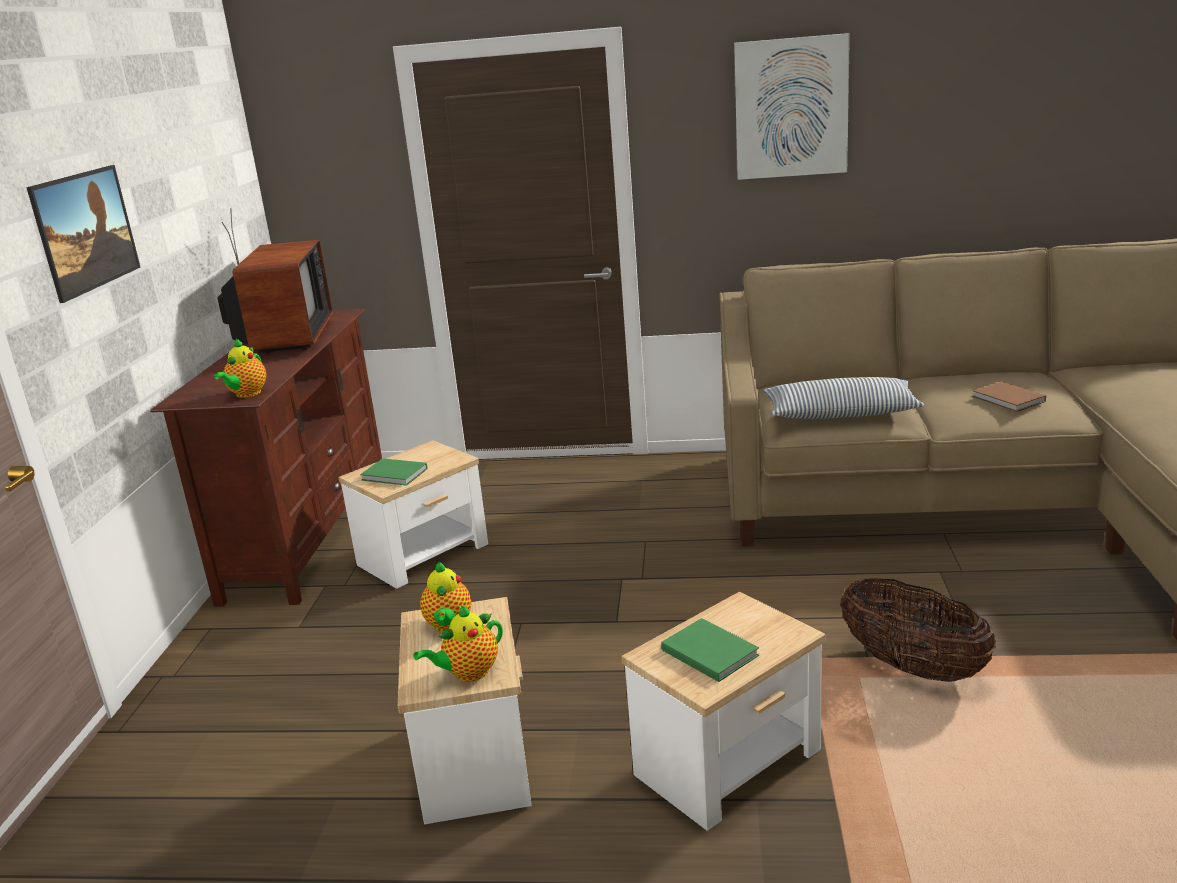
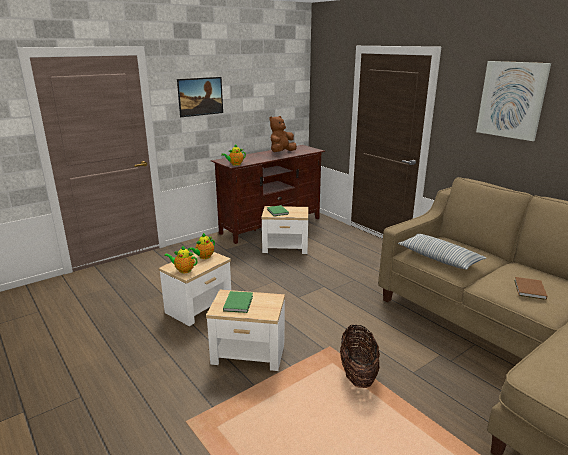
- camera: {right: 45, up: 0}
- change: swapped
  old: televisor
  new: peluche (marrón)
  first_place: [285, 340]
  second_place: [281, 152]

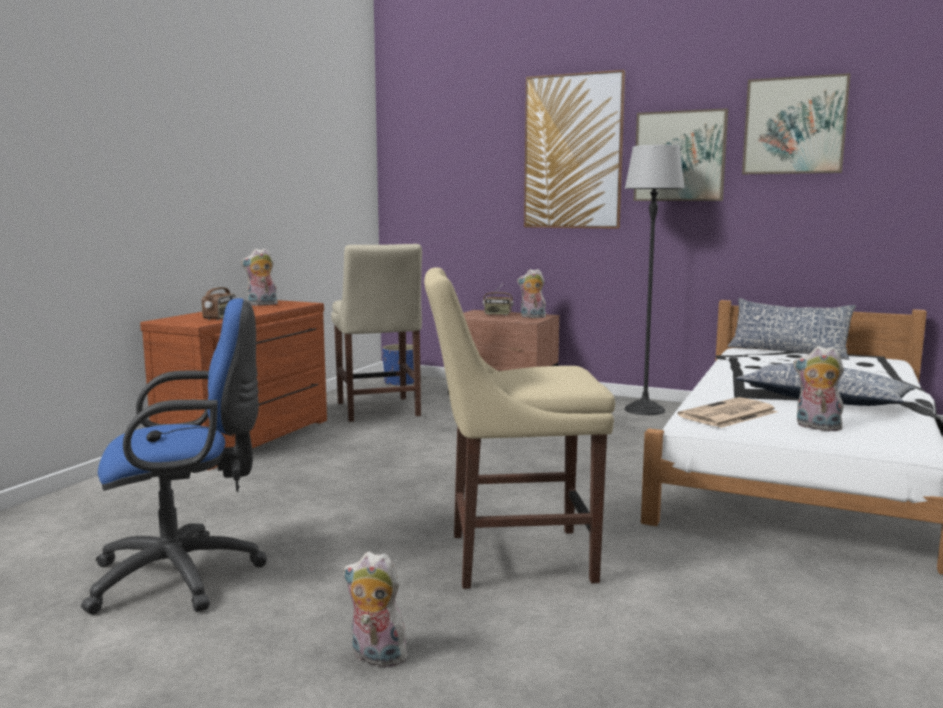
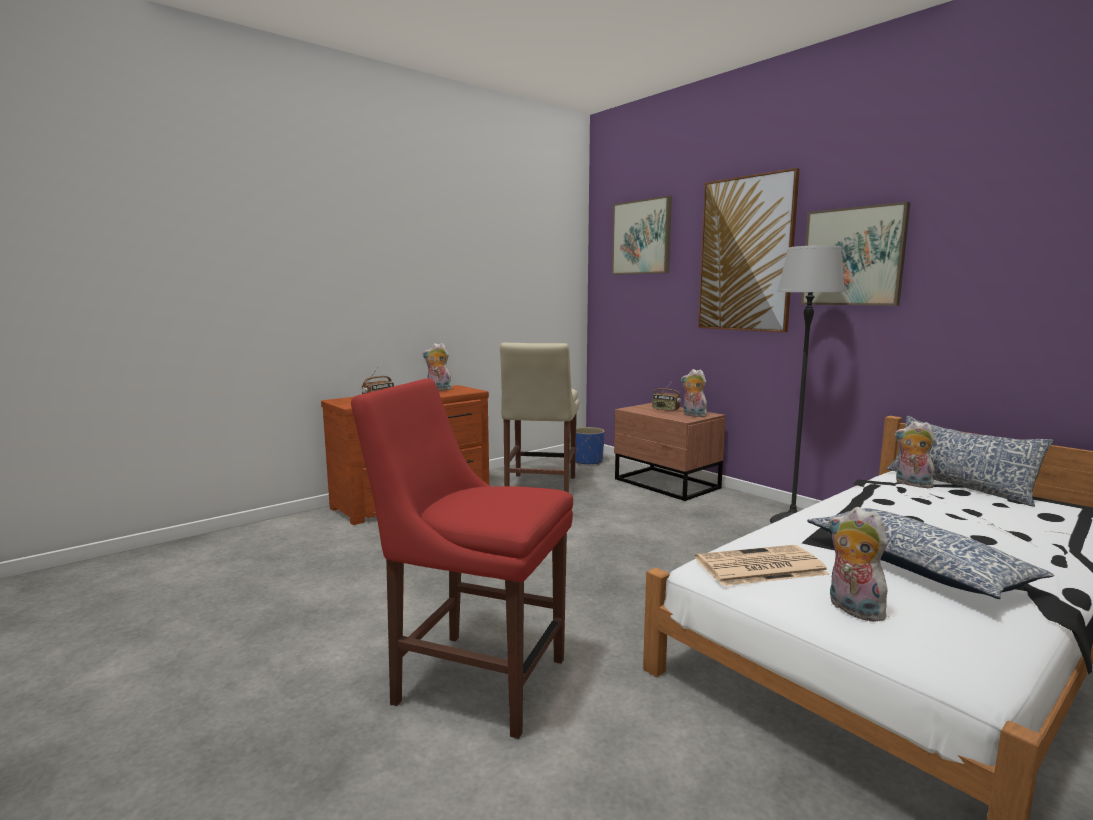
- camera: {right: 25, up: 0}
- change: gone
  old: silla de oficina (azul)
  first_place: [185, 576]
- change: shifted
  old: peluche
  first_place: [375, 657]
  second_place: [911, 484]
- change: shifted
  old: cuadro
  first_place: [794, 126]
  second_place: [642, 237]
- change: repainted
  old: silla (beis)
  new: silla (rojo)
  first_place: [512, 557]
  second_place: [473, 678]

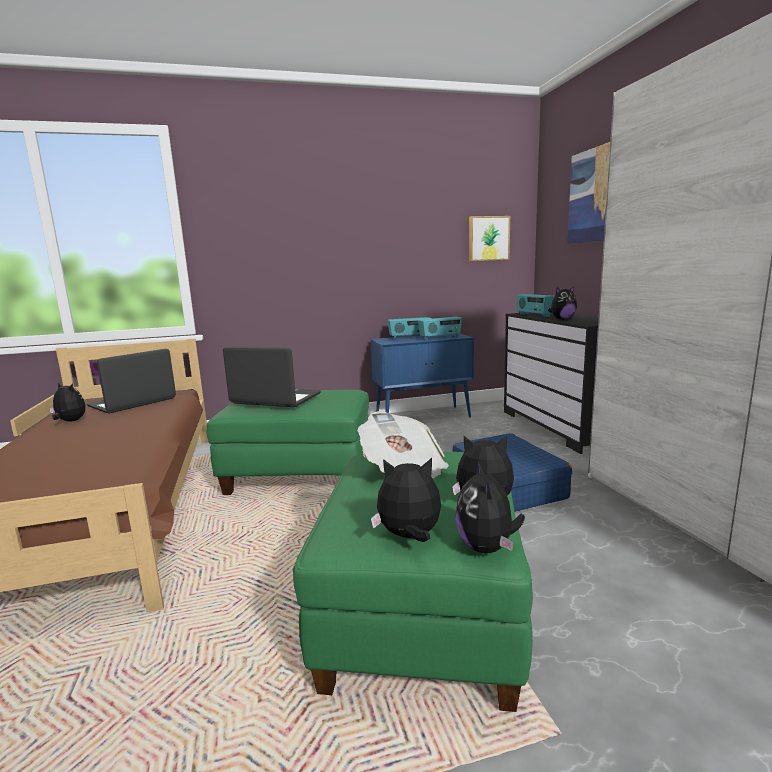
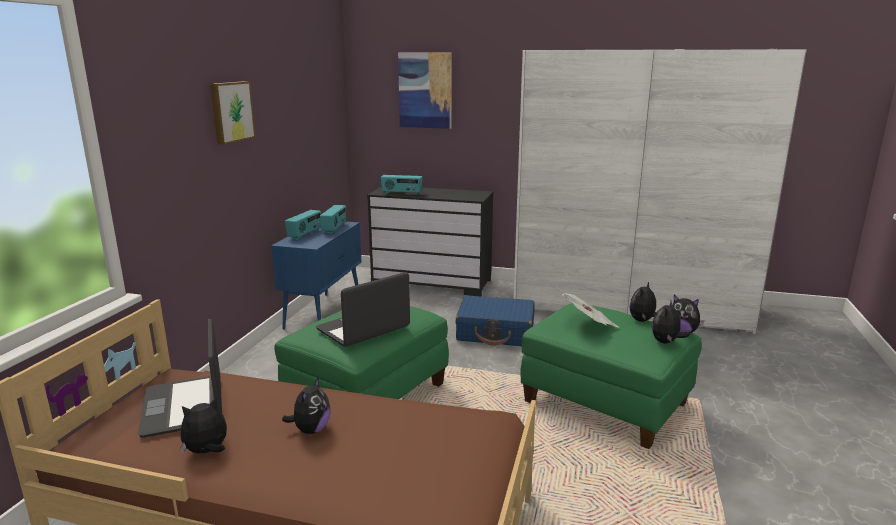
- camera: {right: -60, up: 5}
- change: shifted
  old: cuadro
  first_place: [488, 238]
  second_place: [231, 111]
- change: shifted
  old: peluche
  first_place: [562, 319]
  second_place: [311, 430]

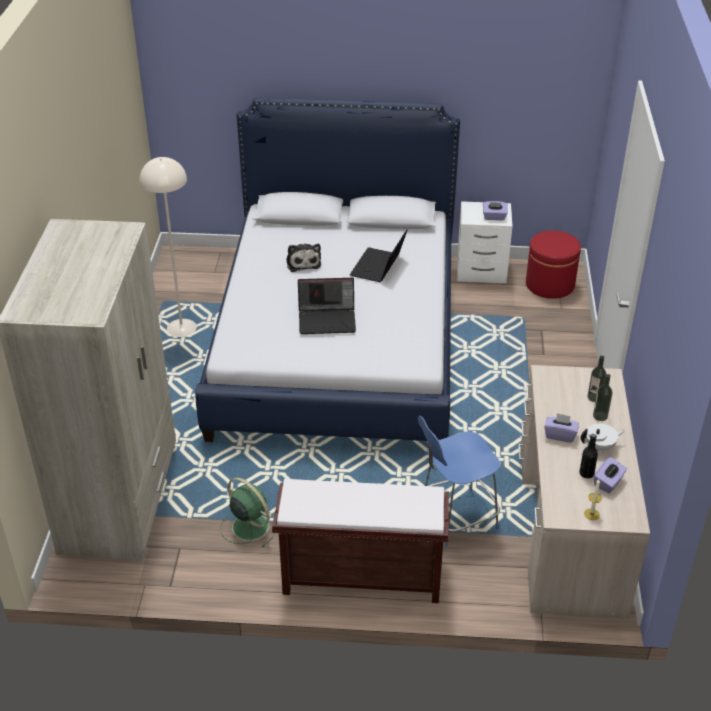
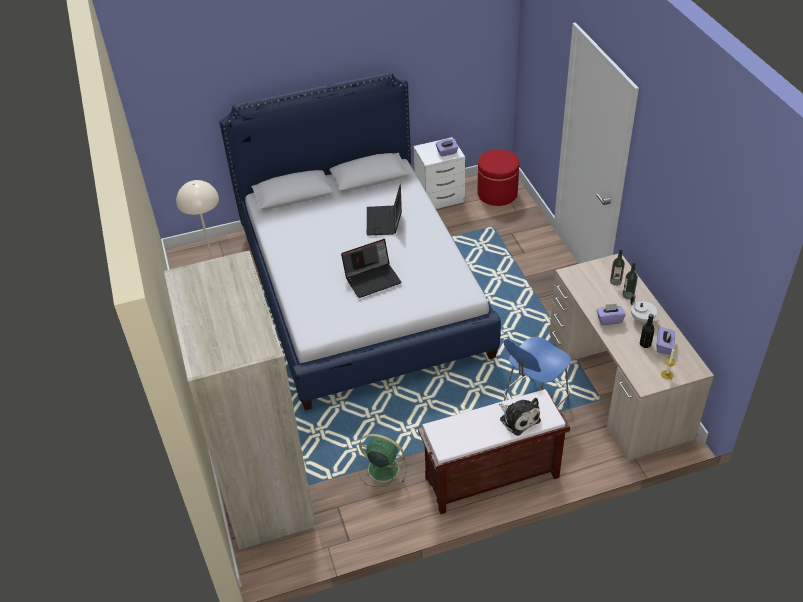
- camera: {right: -20, up: 5}
- change: shifted
  old: peluche
  first_place: [303, 262]
  second_place: [518, 418]
- change: rotated
  old: tetera (blanco)
  first_place: [600, 446]
  second_place: [642, 319]
  degrees: 90

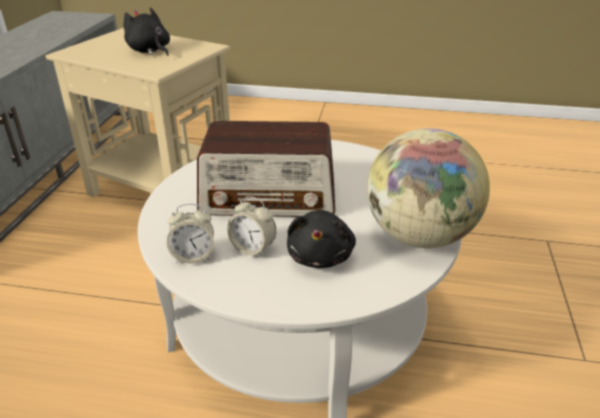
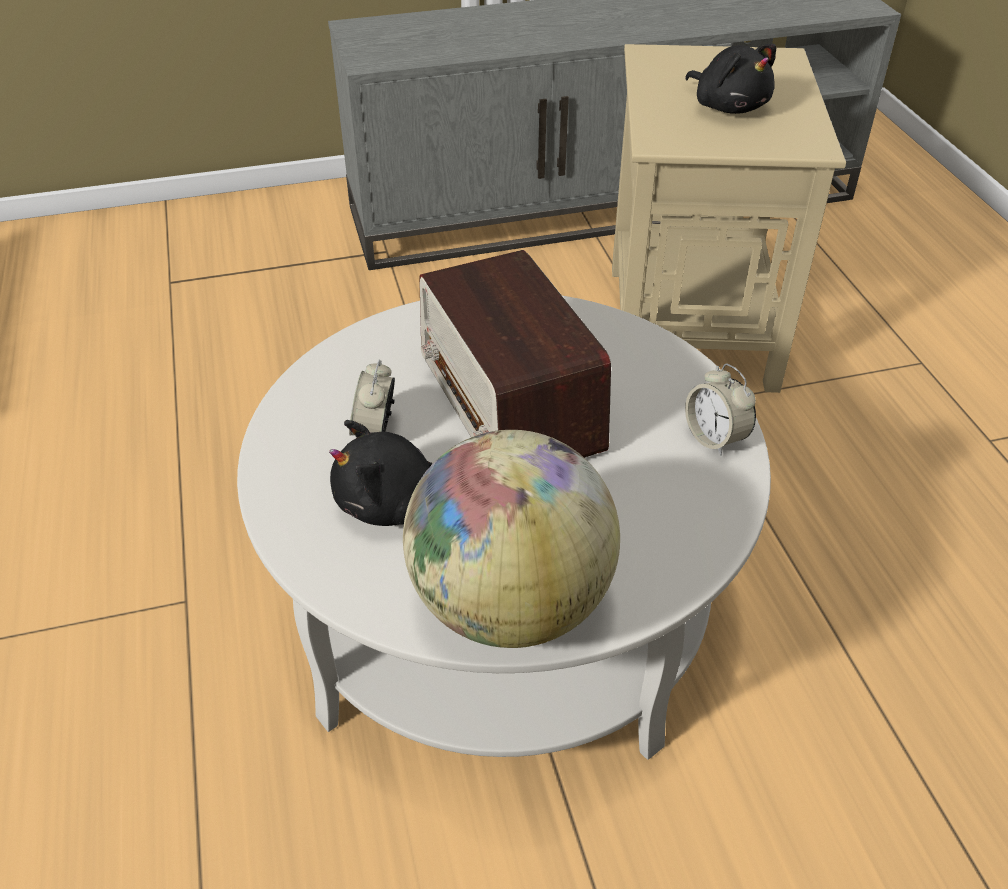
- camera: {right: 65, up: 10}
- change: shifted
  old: despertador
  first_place: [193, 256]
  second_place: [715, 438]
- change: rotated
  old: peluche (negro)
  first_place: [150, 51]
  second_place: [728, 106]
  degrees: 120

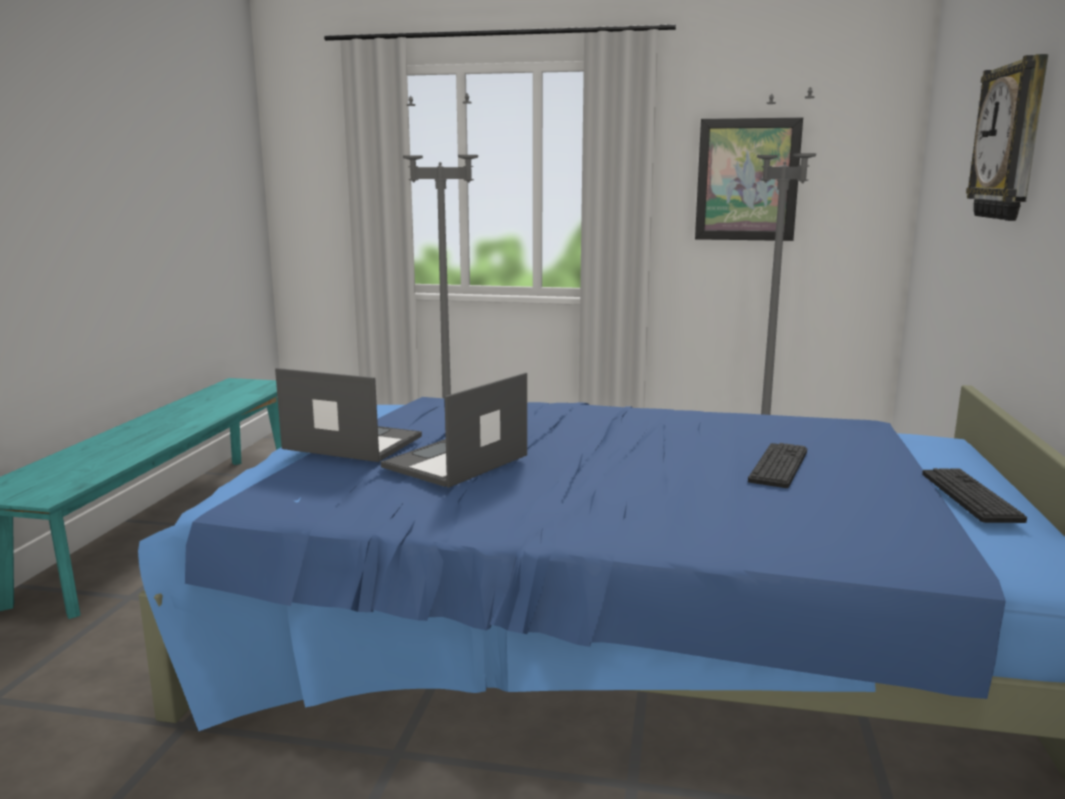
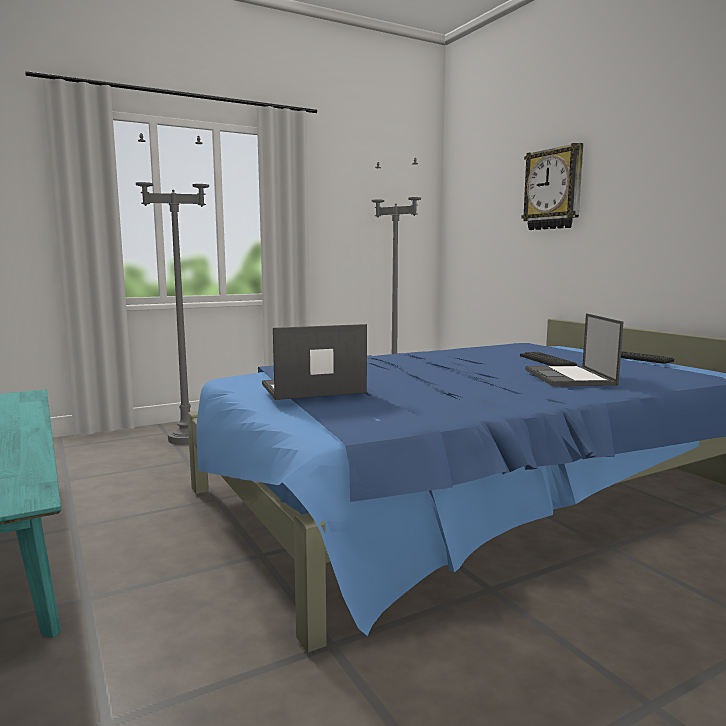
- camera: {right: -40, up: -5}
- change: gone
  old: cuadro
  first_place: [747, 180]
- change: shifted
  old: portátil
  first_place: [455, 462]
  second_place: [570, 377]

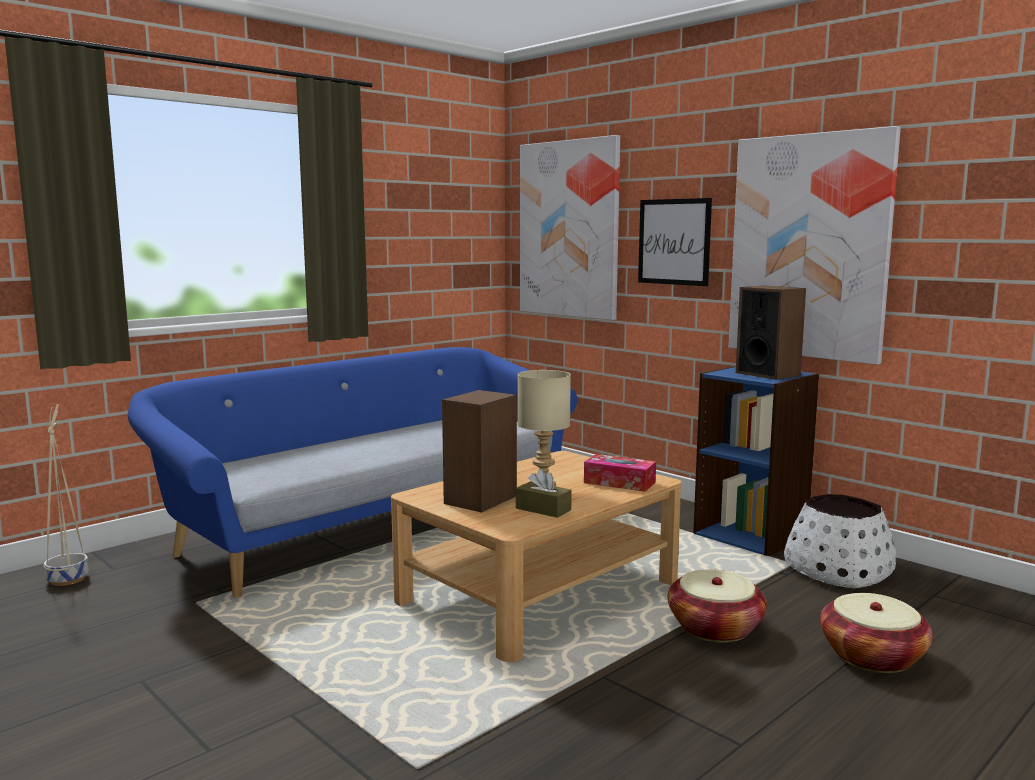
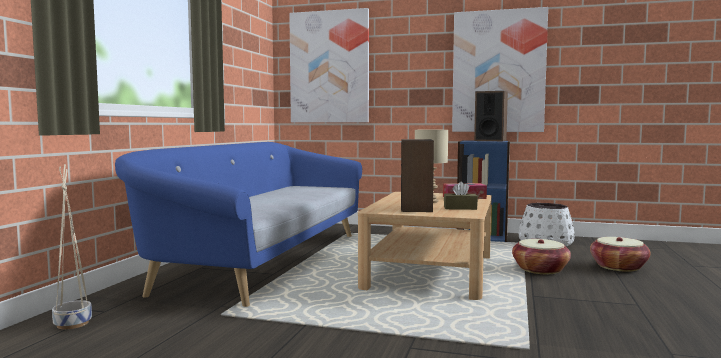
- camera: {right: -30, up: -5}
- change: gone
  old: cuadro
  first_place: [674, 242]

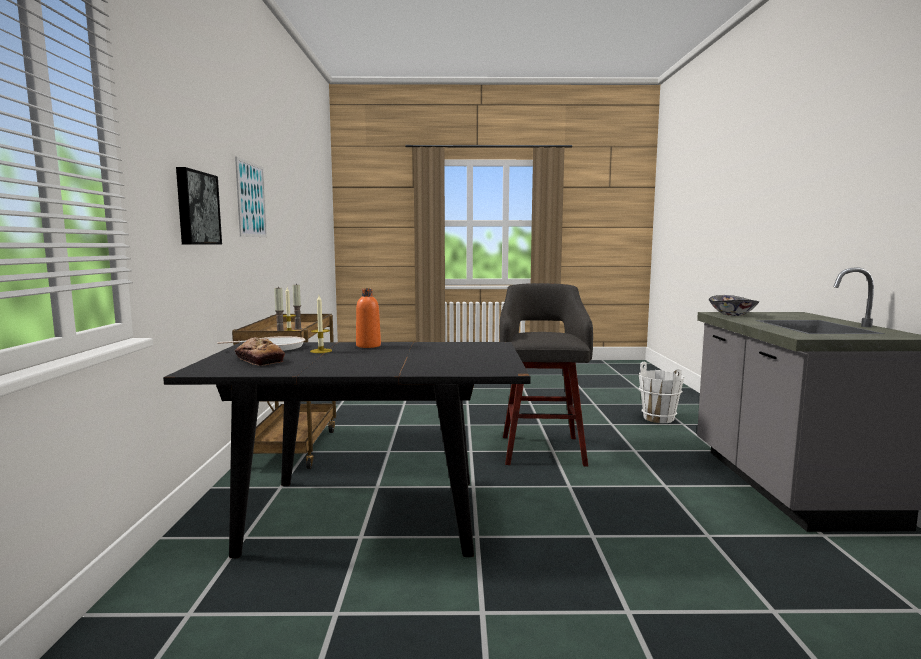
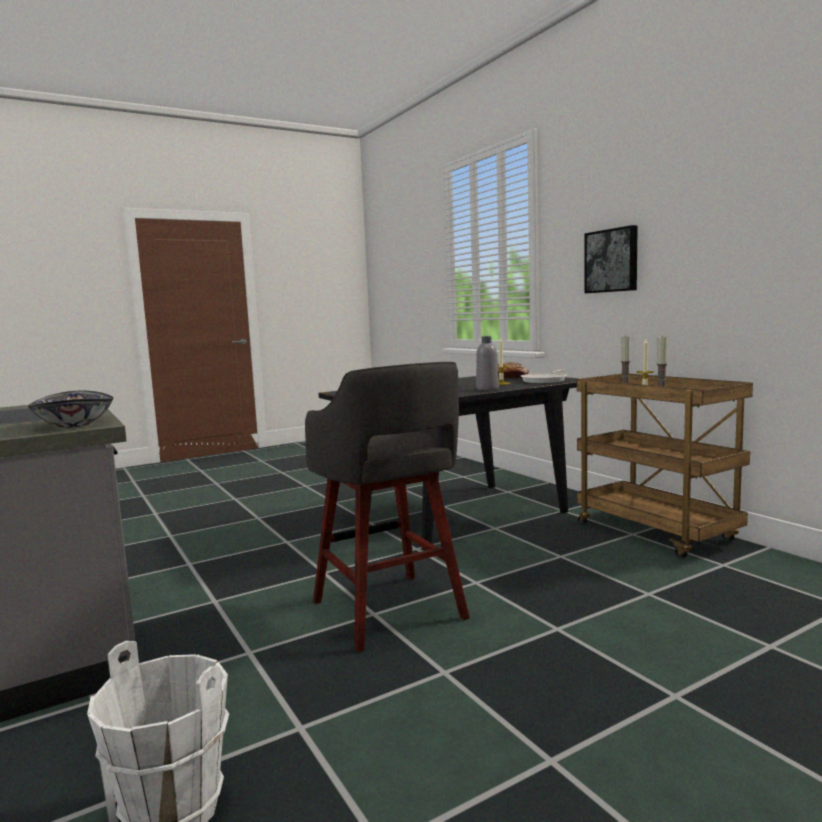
- camera: {right: 150, up: 0}
- change: gone
  old: cuadro
  first_place: [251, 199]
- change: repainted
  old: botella (naranja)
  new: botella (gris)
  first_place: [368, 346]
  second_place: [487, 389]

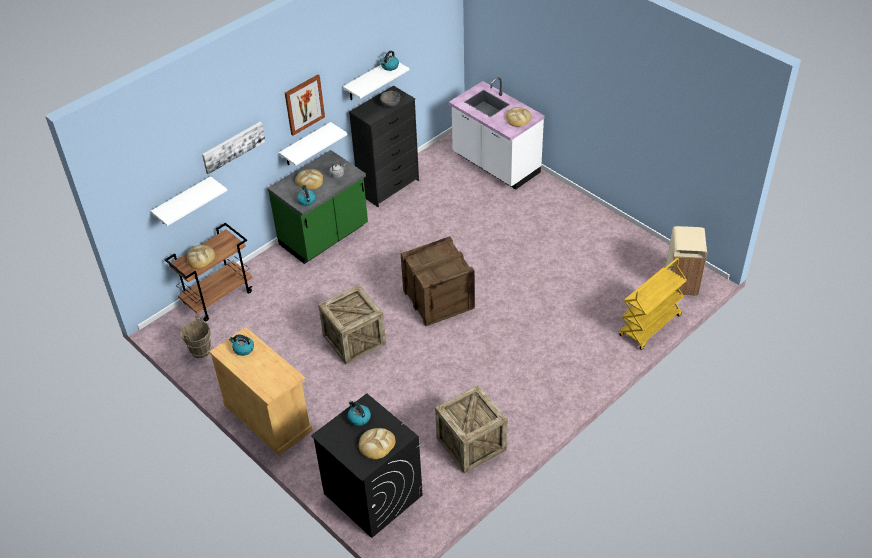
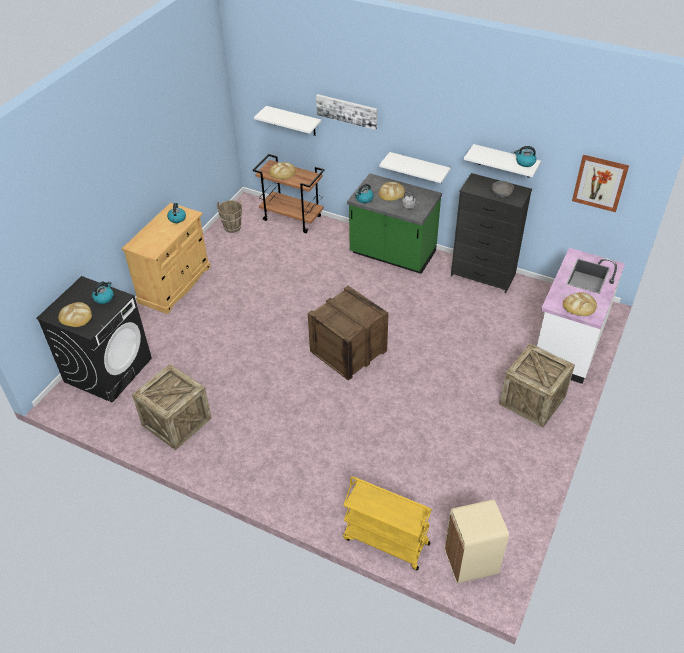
- camera: {right: 70, up: 0}
- change: shifted
  old: cuadro
  first_place: [304, 104]
  second_place: [600, 183]
- change: shifted
  old: caja de embalaje
  first_place: [354, 339]
  second_place: [532, 400]

